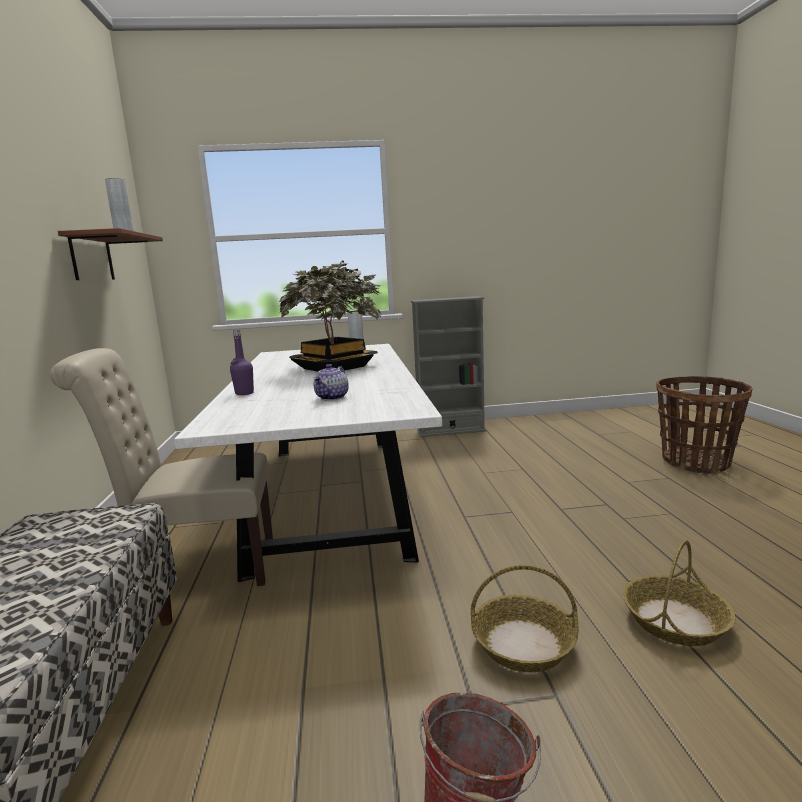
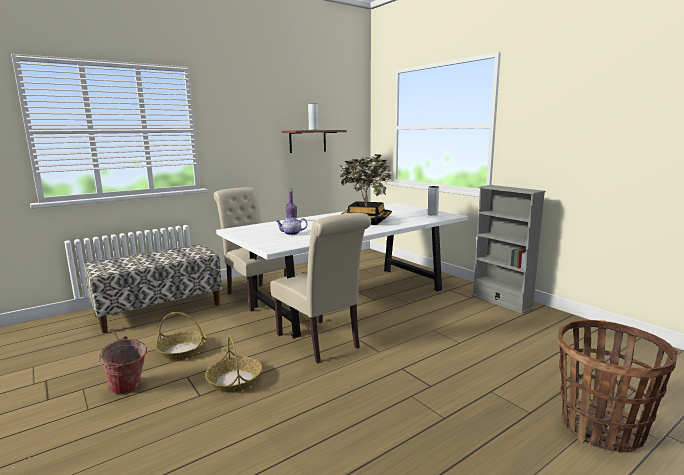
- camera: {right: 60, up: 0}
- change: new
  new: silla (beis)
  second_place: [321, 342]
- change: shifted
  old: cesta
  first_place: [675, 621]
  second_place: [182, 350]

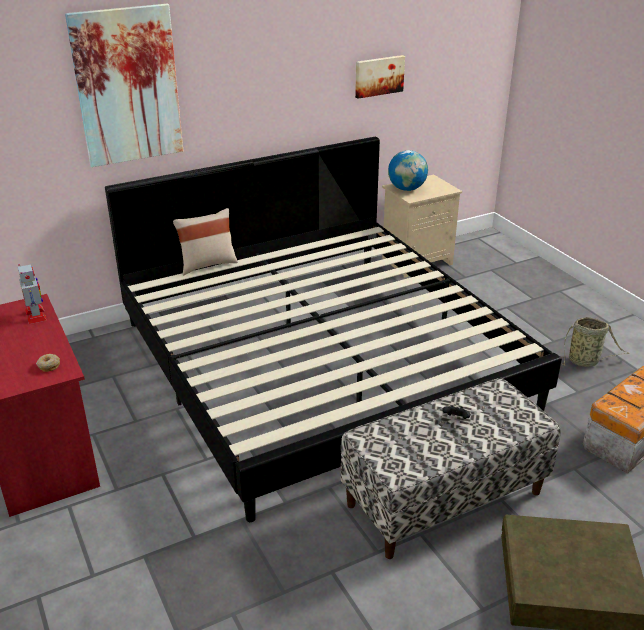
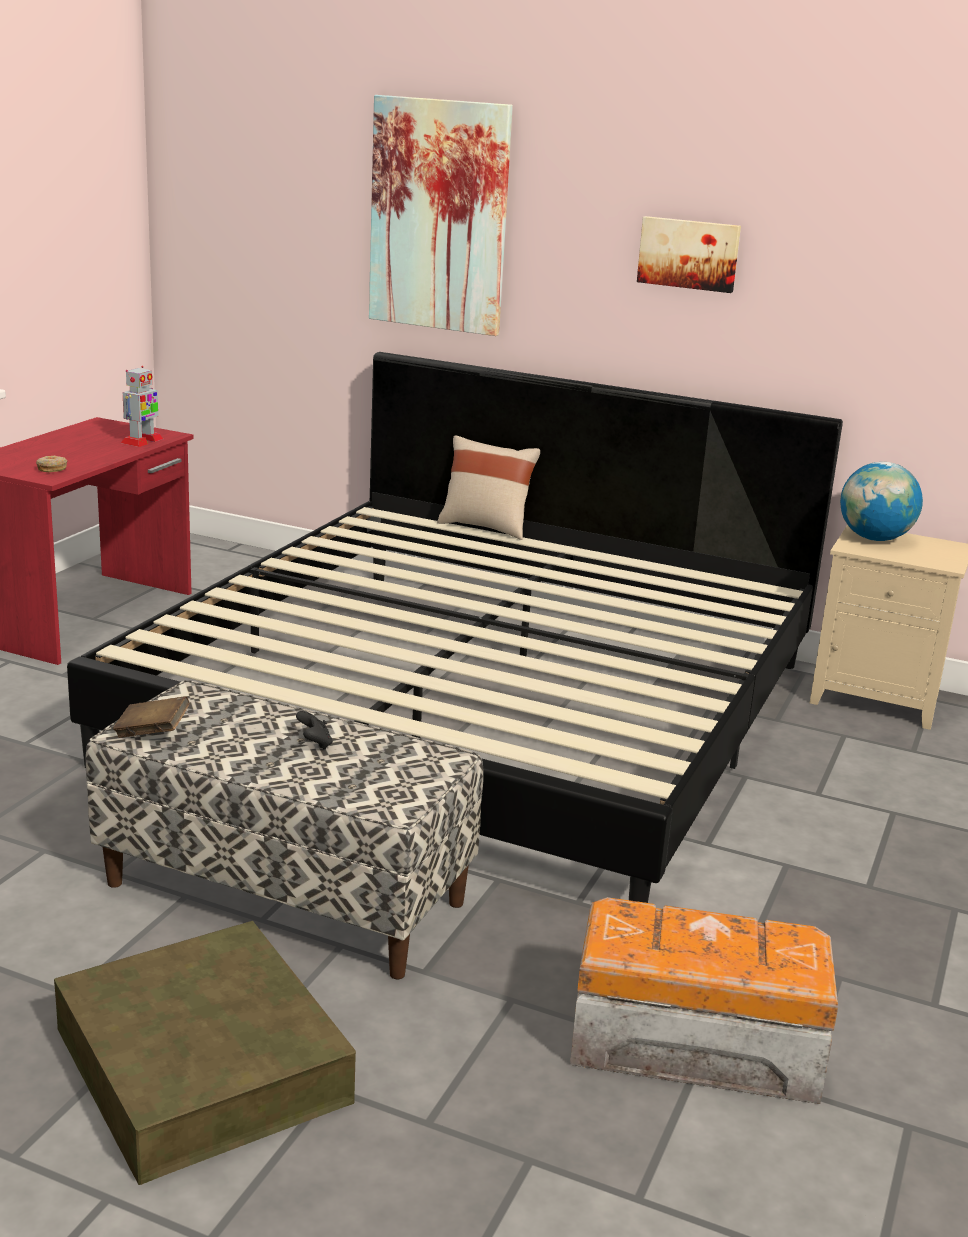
- camera: {right: 50, up: -10}
- change: gone
  old: cesta
  first_place: [585, 361]
- change: new
  new: libro (marrón)
  second_place: [152, 733]
- change: shifted
  old: cuadro
  first_place: [378, 76]
  second_place: [689, 253]

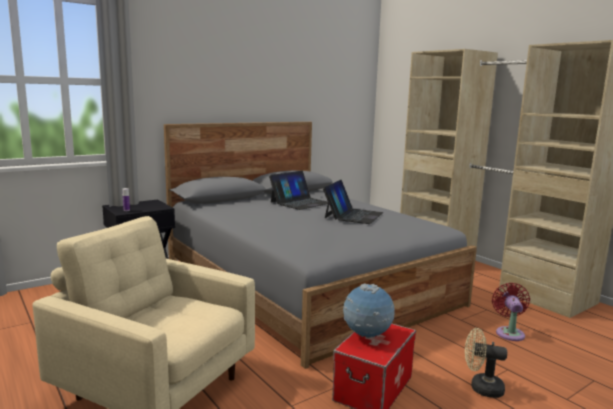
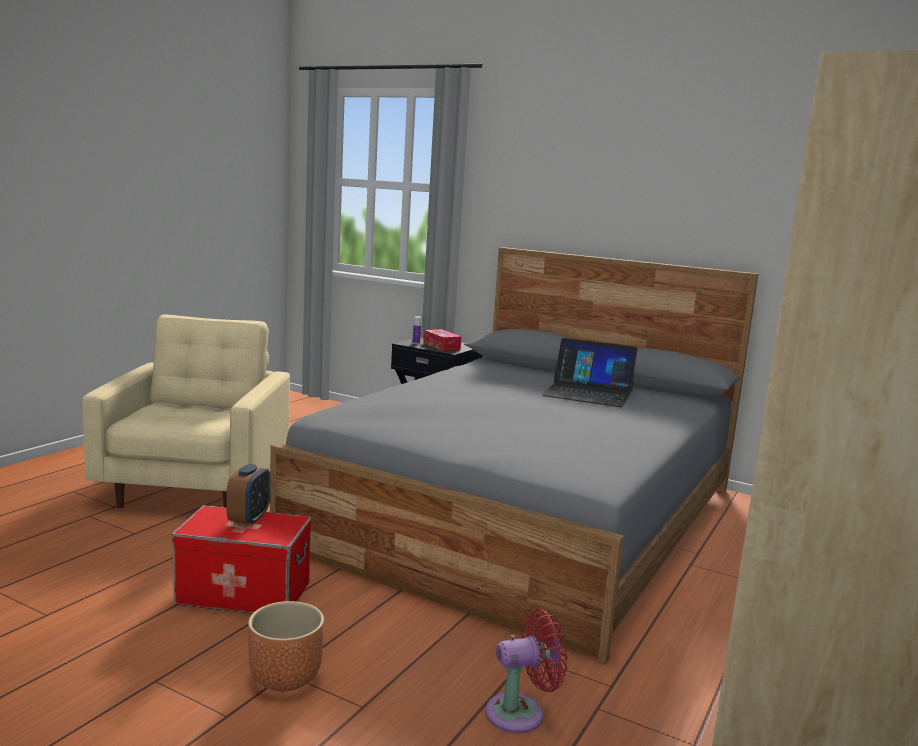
- camera: {right: 65, up: 0}
- change: gone
  old: portátil
  first_place: [353, 215]
- change: new
  new: caja de pañuelos
  second_place: [441, 346]
- change: swapped
  old: globo terráqueo
  new: despertador
  first_place: [367, 336]
  second_place: [249, 518]
- change: swapped
  old: ventilador (beis)
  new: maceta (marrón)
  first_place: [481, 388]
  second_place: [284, 678]

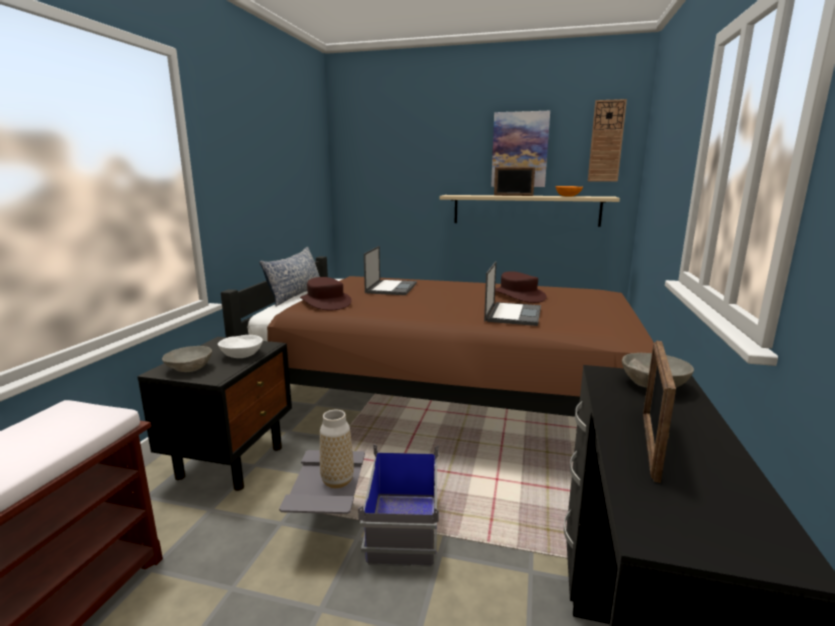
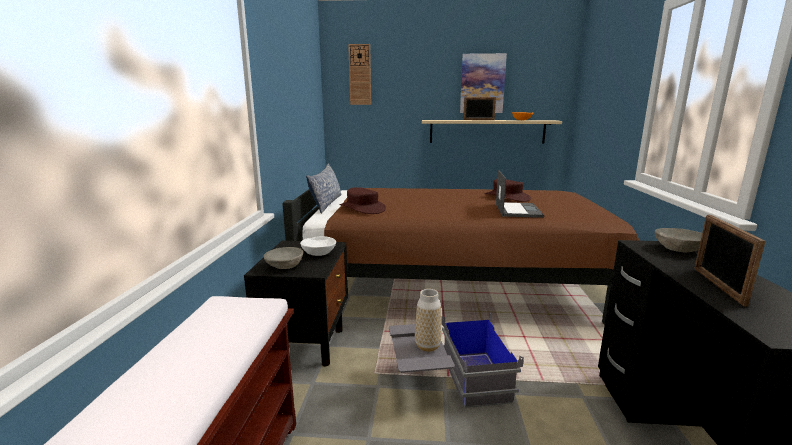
- camera: {right: -10, up: 0}
- change: gone
  old: portátil
  first_place: [391, 288]
- change: shifted
  old: reloj de pared
  first_place: [606, 141]
  second_place: [360, 75]

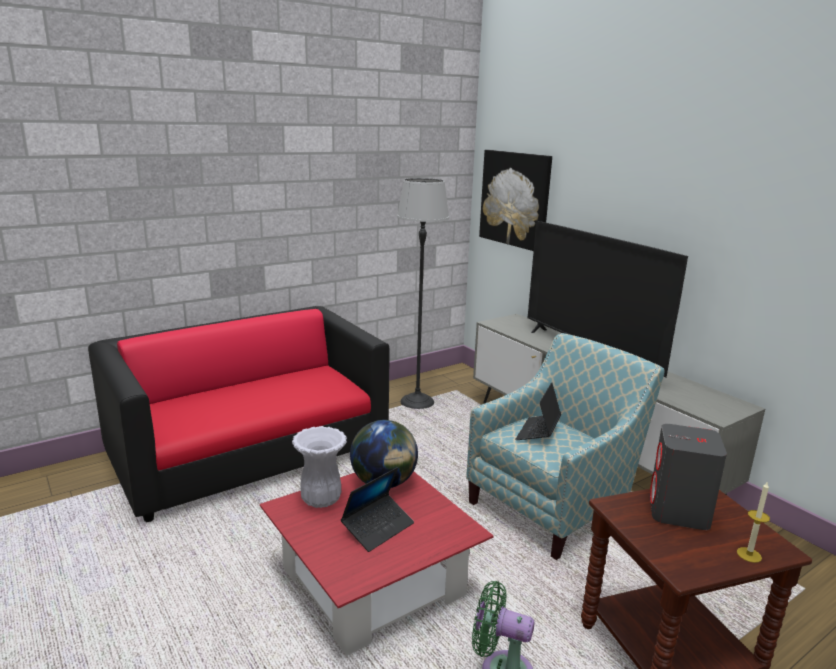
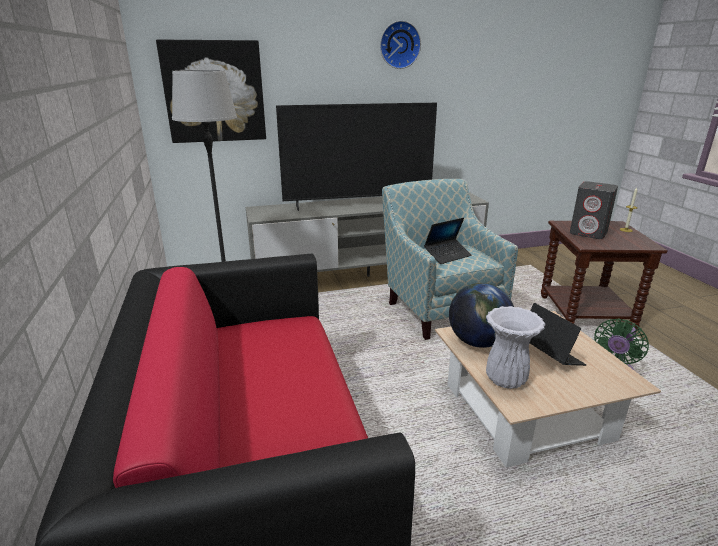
- camera: {right: -70, up: 5}
- change: new
  new: reloj de pared
  second_place: [399, 45]
- change: repainted
  old: mesa de centro (rojo)
  new: mesa de centro (beis)
  first_place: [372, 582]
  second_place: [526, 411]
- change: rotated
  old: portátil
  first_place: [538, 432]
  second_place: [447, 255]
  degrees: -75

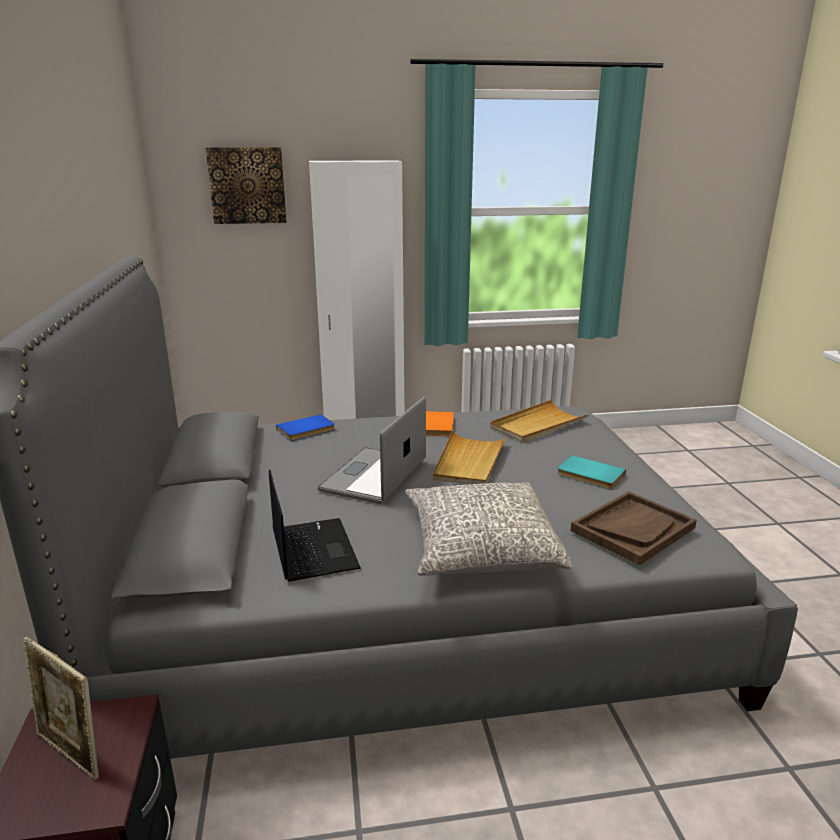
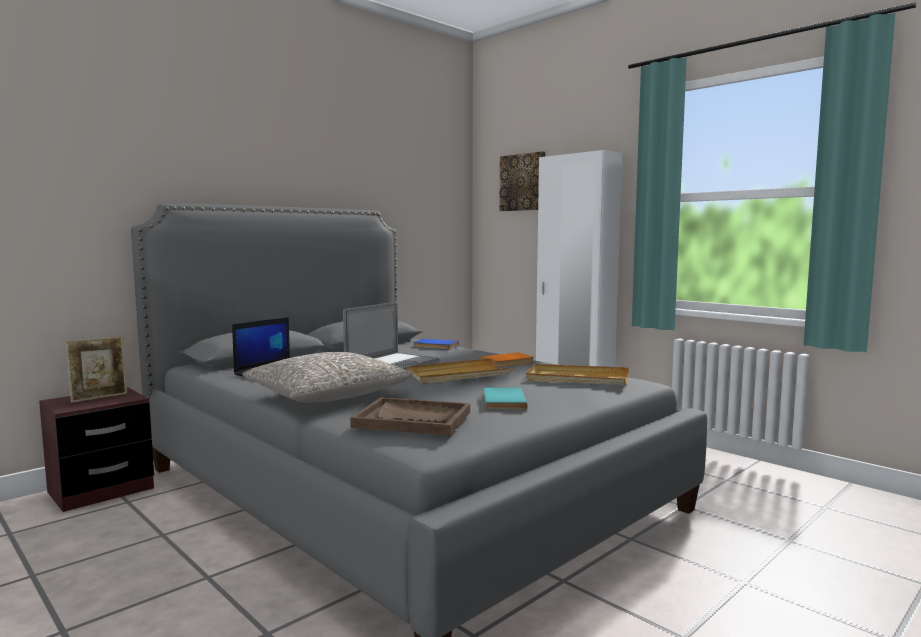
- camera: {right: 55, up: -15}
- change: rotated
  old: portarretratos
  first_place: [72, 752]
  second_place: [99, 397]
  degrees: -135
- change: rotated
  old: portátil
  first_place: [374, 475]
  second_place: [393, 364]
  degrees: 135

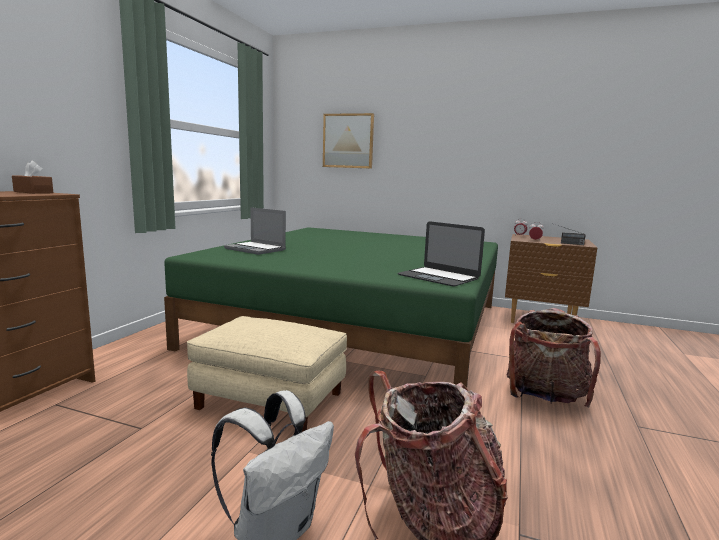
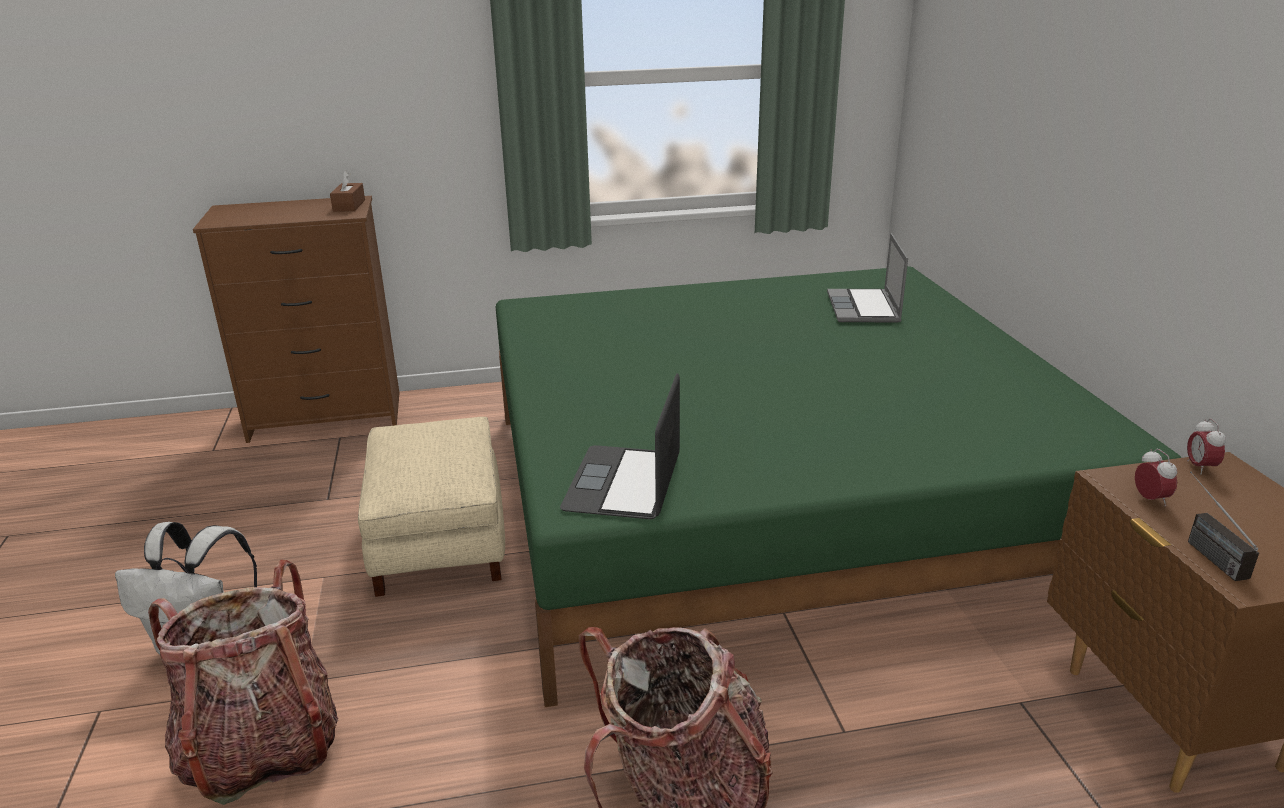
- camera: {right: 60, up: 15}
- change: gone
  old: cuadro
  first_place: [348, 141]
- change: shifted
  old: portátil
  first_place: [256, 249]
  second_place: [864, 308]

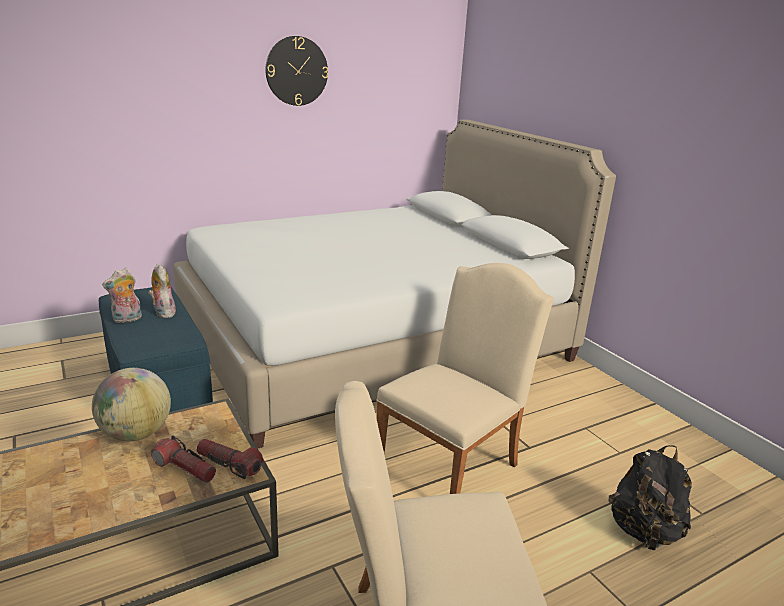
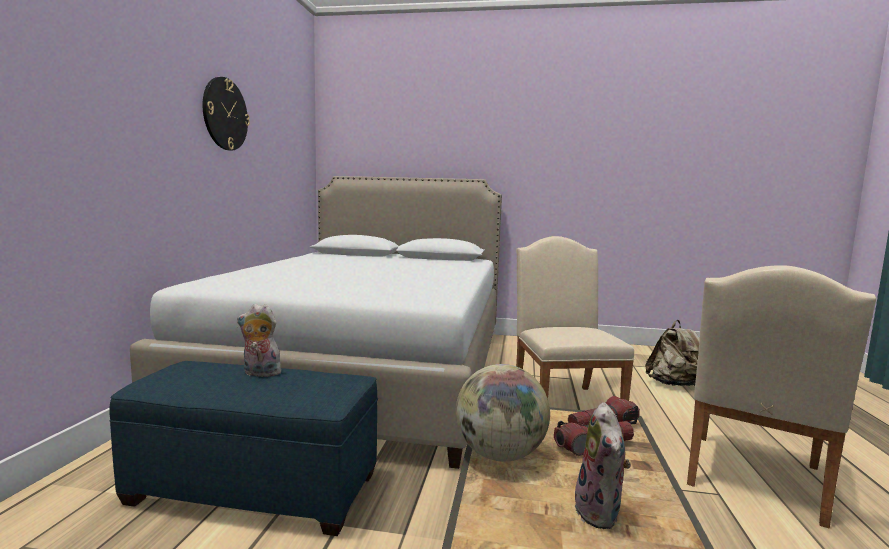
- camera: {right: -50, up: -15}
- change: shifted
  old: peluche
  first_place: [127, 319]
  second_place: [601, 513]
- change: repainted
  old: mochila (negro)
  new: mochila (beis)
  first_place: [644, 532]
  second_place: [675, 384]

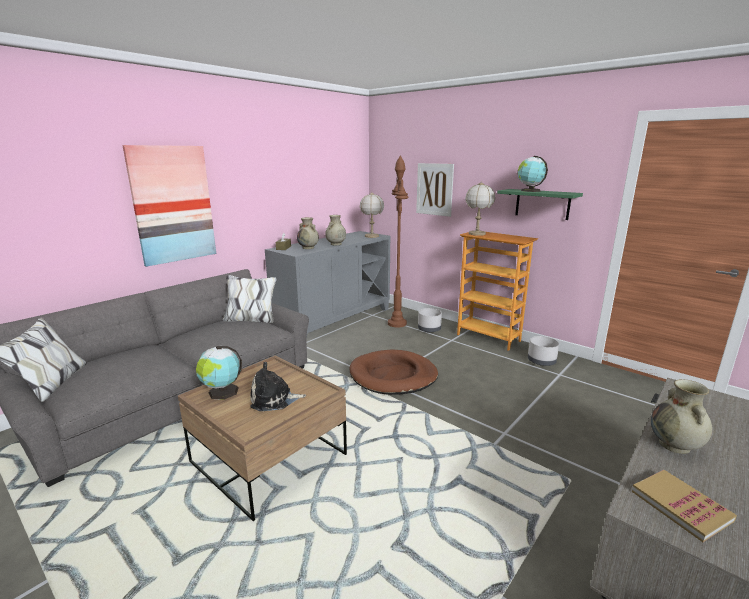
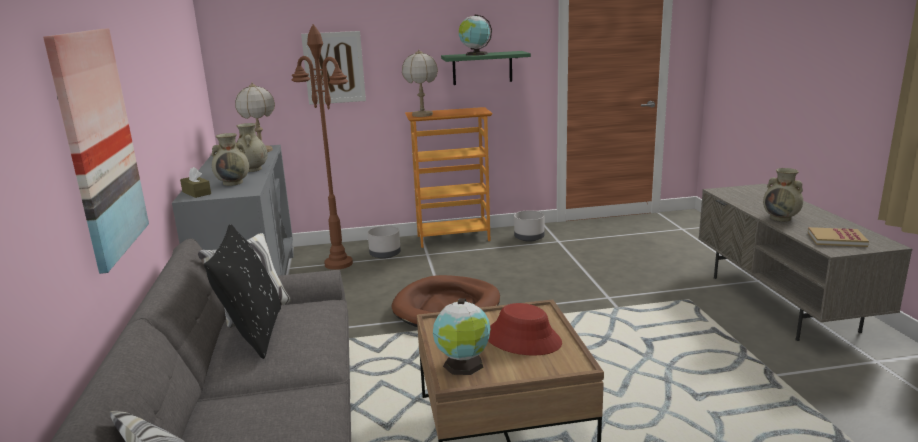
- camera: {right: -50, up: 0}
- change: new
  new: cojín (negro)
  second_place: [253, 333]
- change: swapped
  old: peluche
  new: sombrero (rojo)
  first_place: [274, 399]
  second_place: [523, 339]

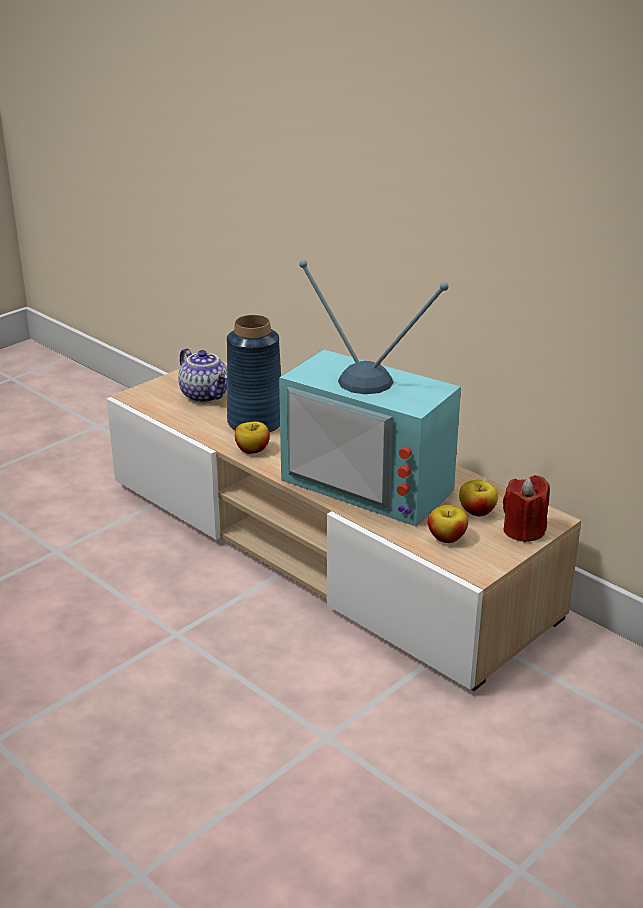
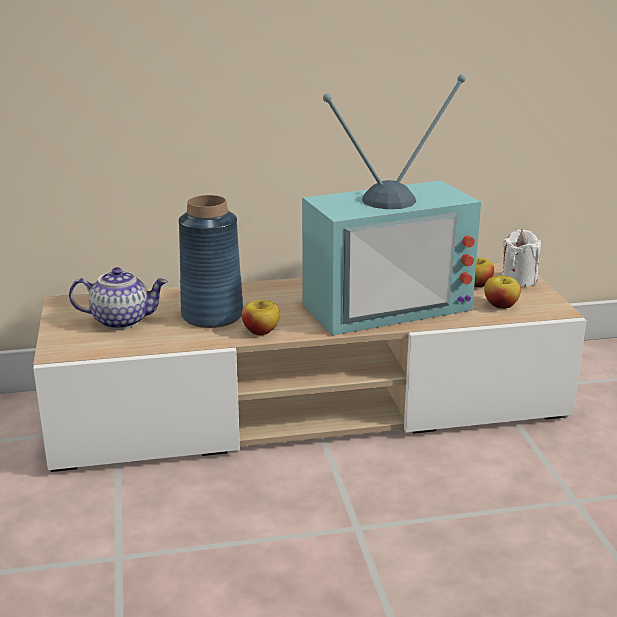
- camera: {right: -55, up: -5}
- change: repainted
  old: vela (rojo)
  new: vela (blanco)
  first_place: [524, 530]
  second_place: [519, 280]

